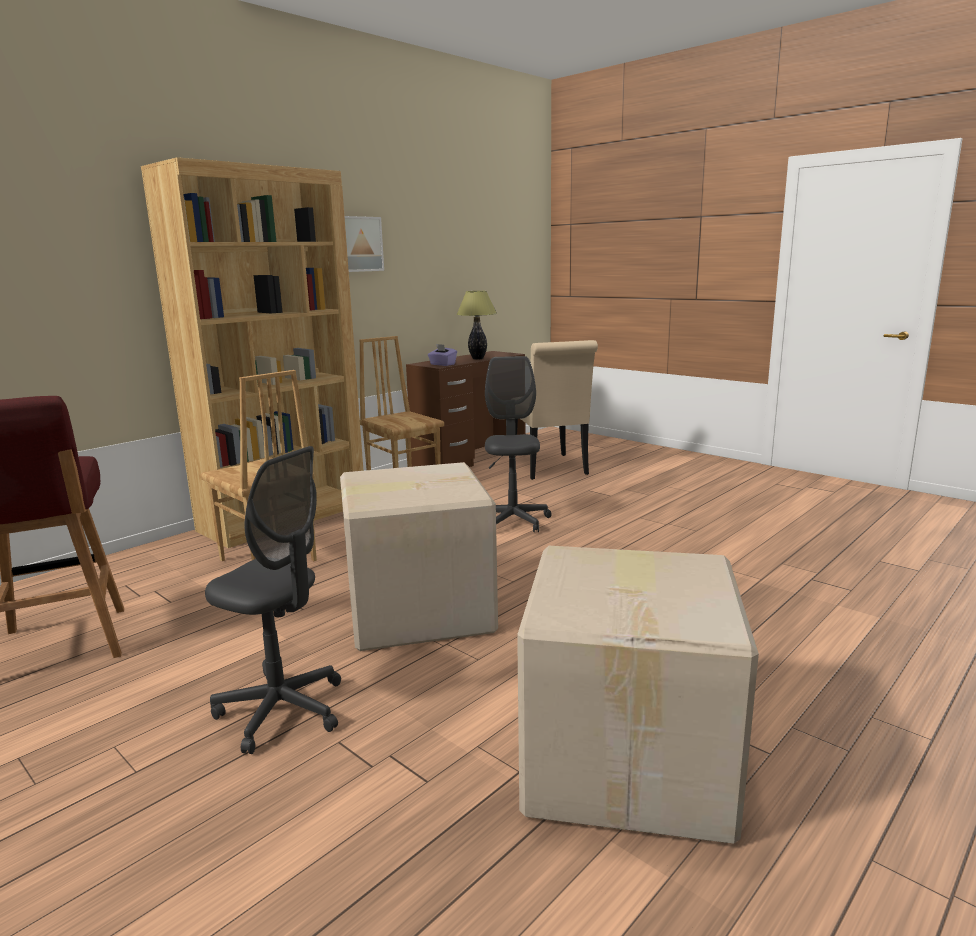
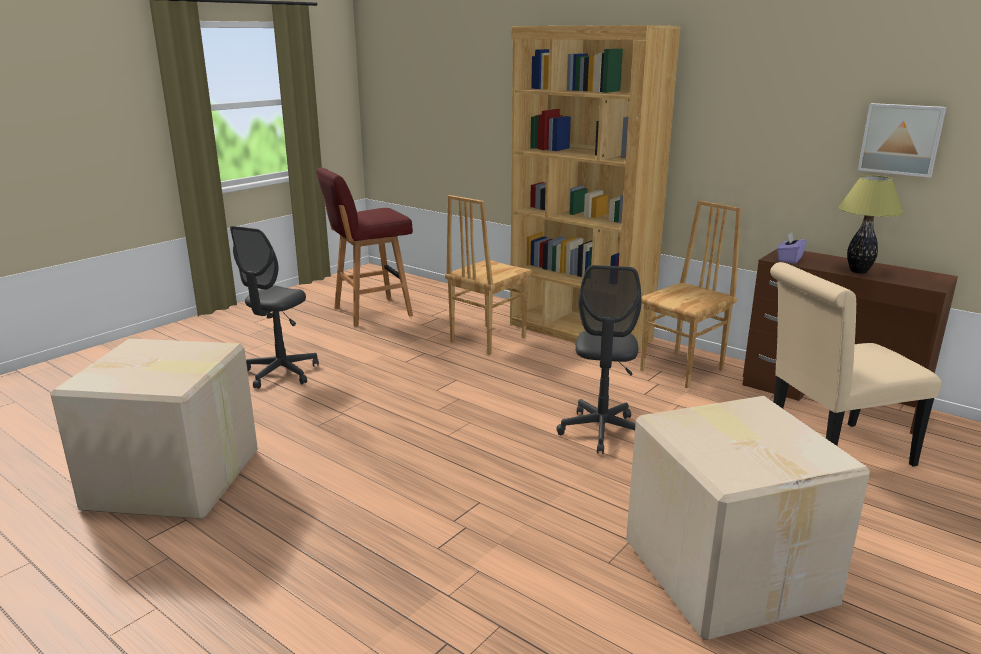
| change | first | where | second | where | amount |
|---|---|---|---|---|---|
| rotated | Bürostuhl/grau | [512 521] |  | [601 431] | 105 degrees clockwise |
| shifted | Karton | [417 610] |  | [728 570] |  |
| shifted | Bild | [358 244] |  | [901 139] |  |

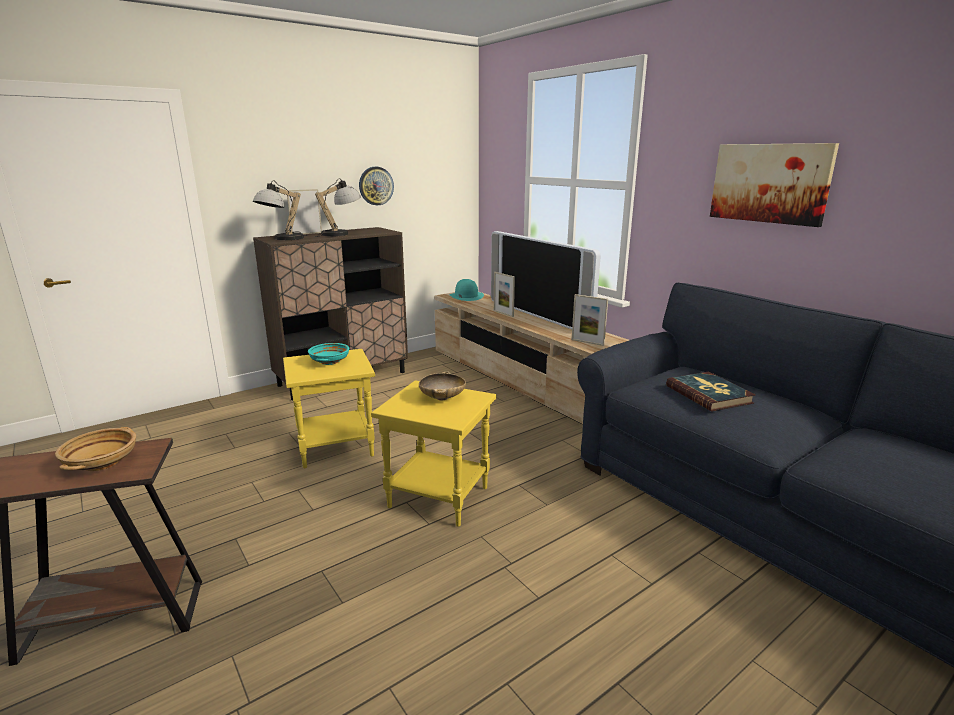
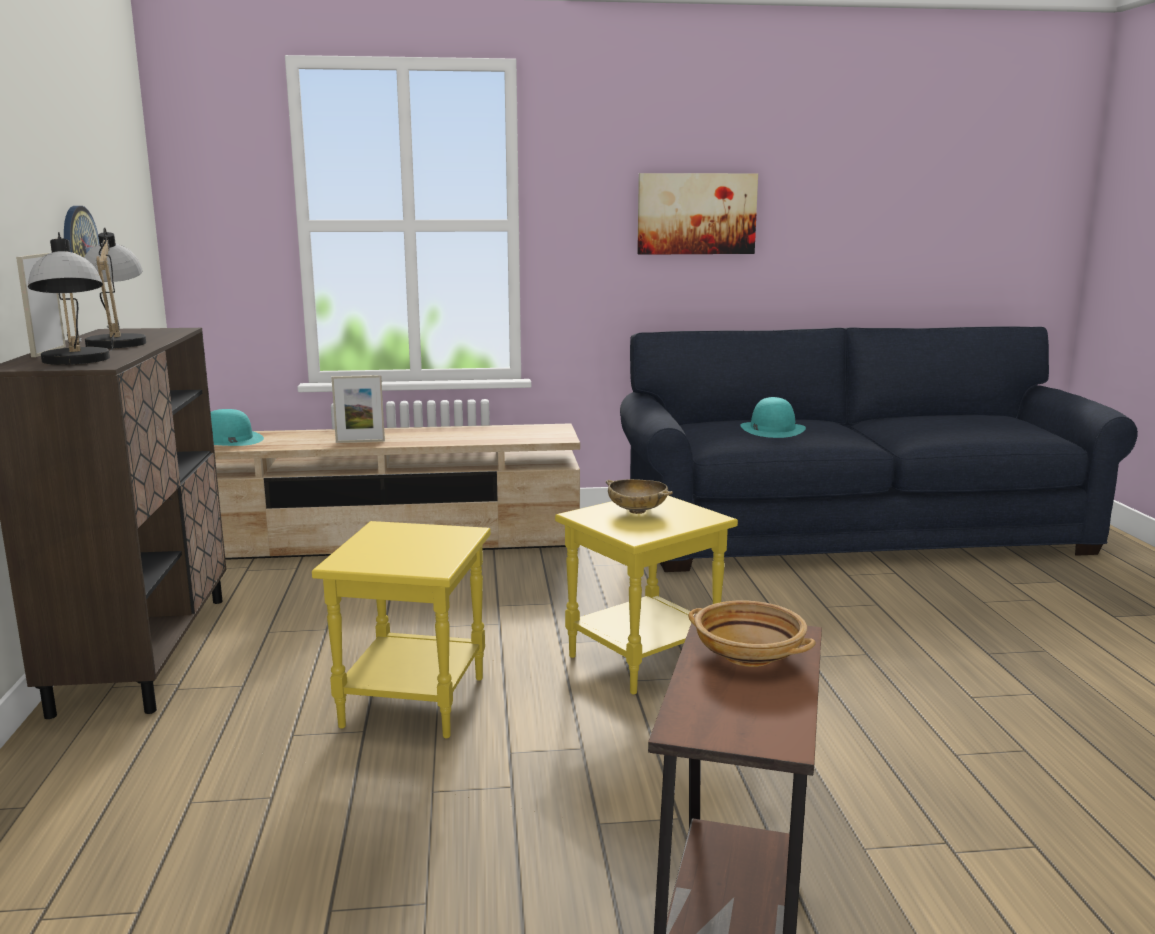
| change | first | where | second | where | amount |
|---|---|---|---|---|---|
| swapped | Buch | [709 394] | Hut/türkis | [772 429] |  |
| gone | Schüssel/türkis | [330 361] |  |  |  |
| gone | Fernseher | [541 315] |  |  |  |
| gone | Bilderrahmen | [587 342] |  |  |  |

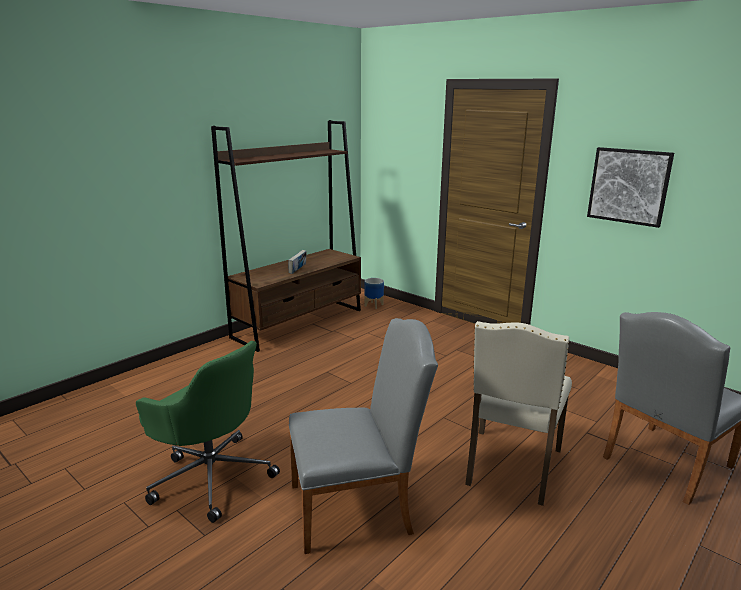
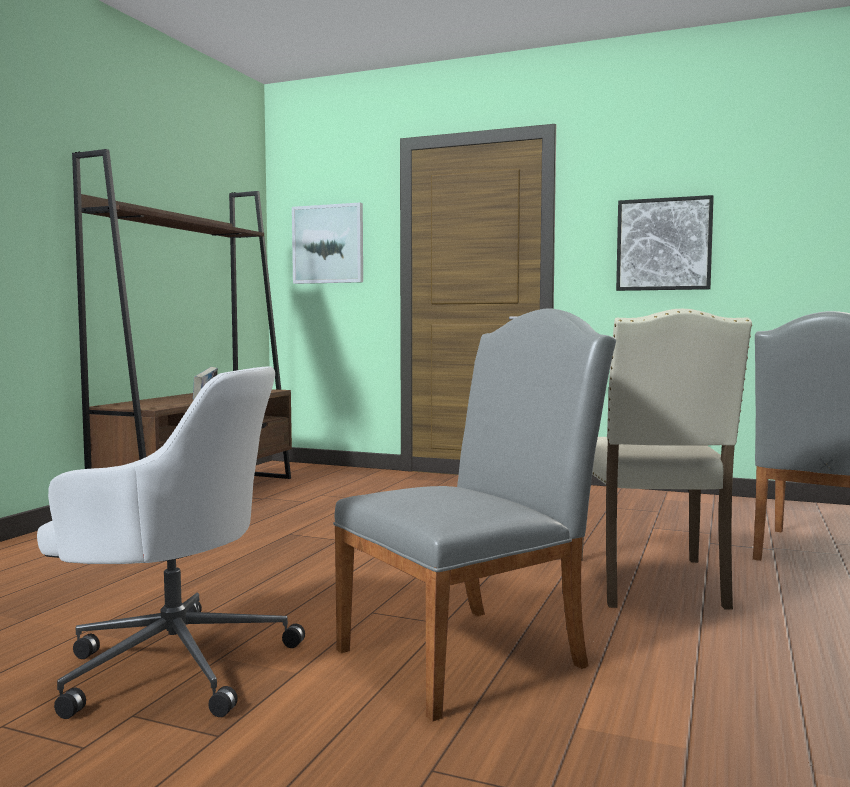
| change | first | where | second | where | amount |
|---|---|---|---|---|---|
| repainted | Bürostuhl/grün | [211 476] | Bürostuhl/weiß | [173 663] |  |
| new |  |  | Bild | [328 244] |  |
| gone | Pflanzkübel | [373 305] |  |  |  |

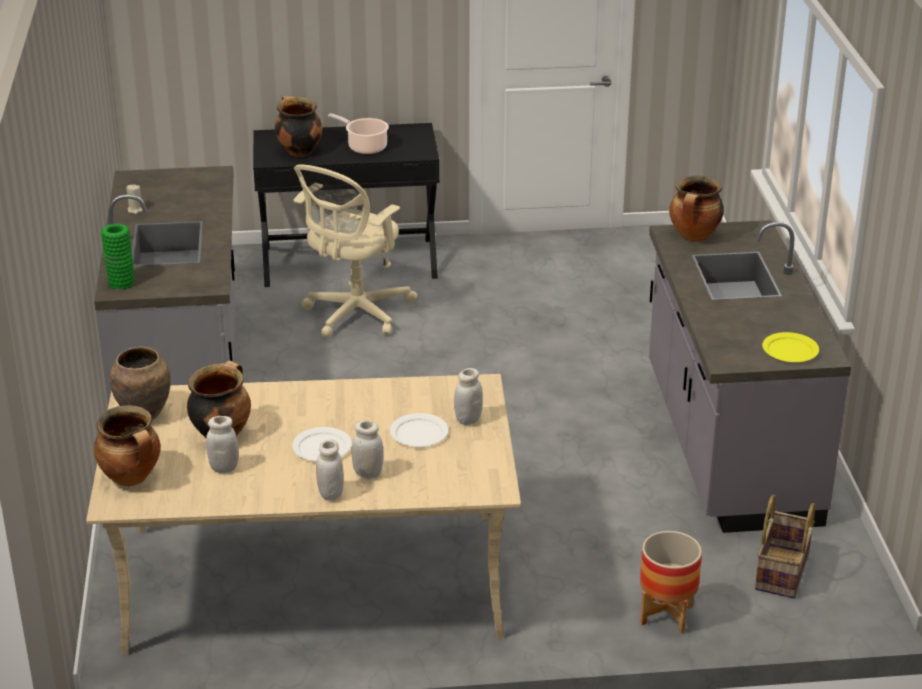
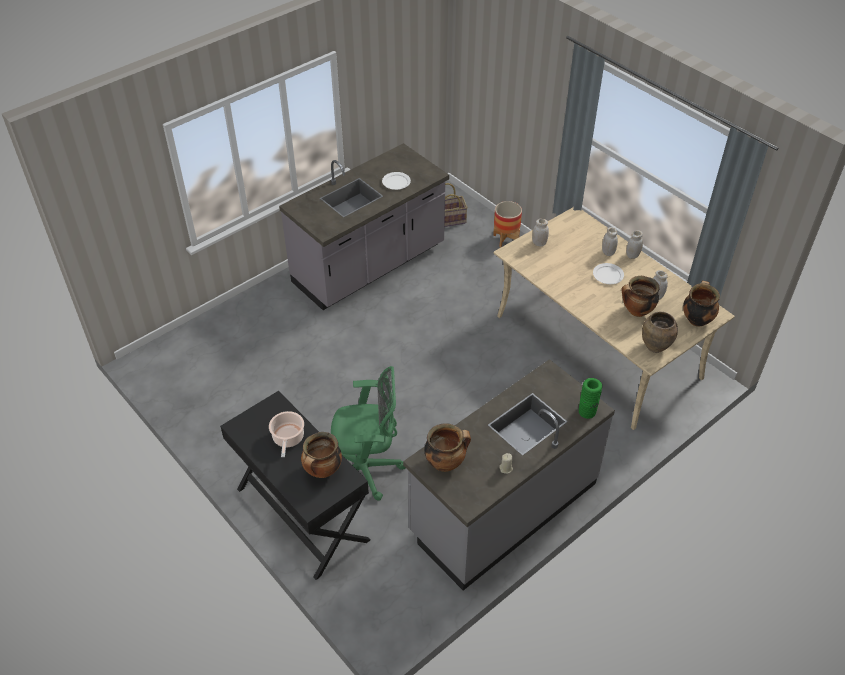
| change | first | where | second | where | amount |
|---|---|---|---|---|---|
| repainted | Bürostuhl/beige | [355 315] | Bürostuhl/grün | [367 469] |  |
| shifted | Teller/weiß | [419 433] |  | [396 182] |  |
| shifted | Kochtopf | [694 237] |  | [445 462] |  |
| gone | Teller/gelb | [789 350] |  |  |  |

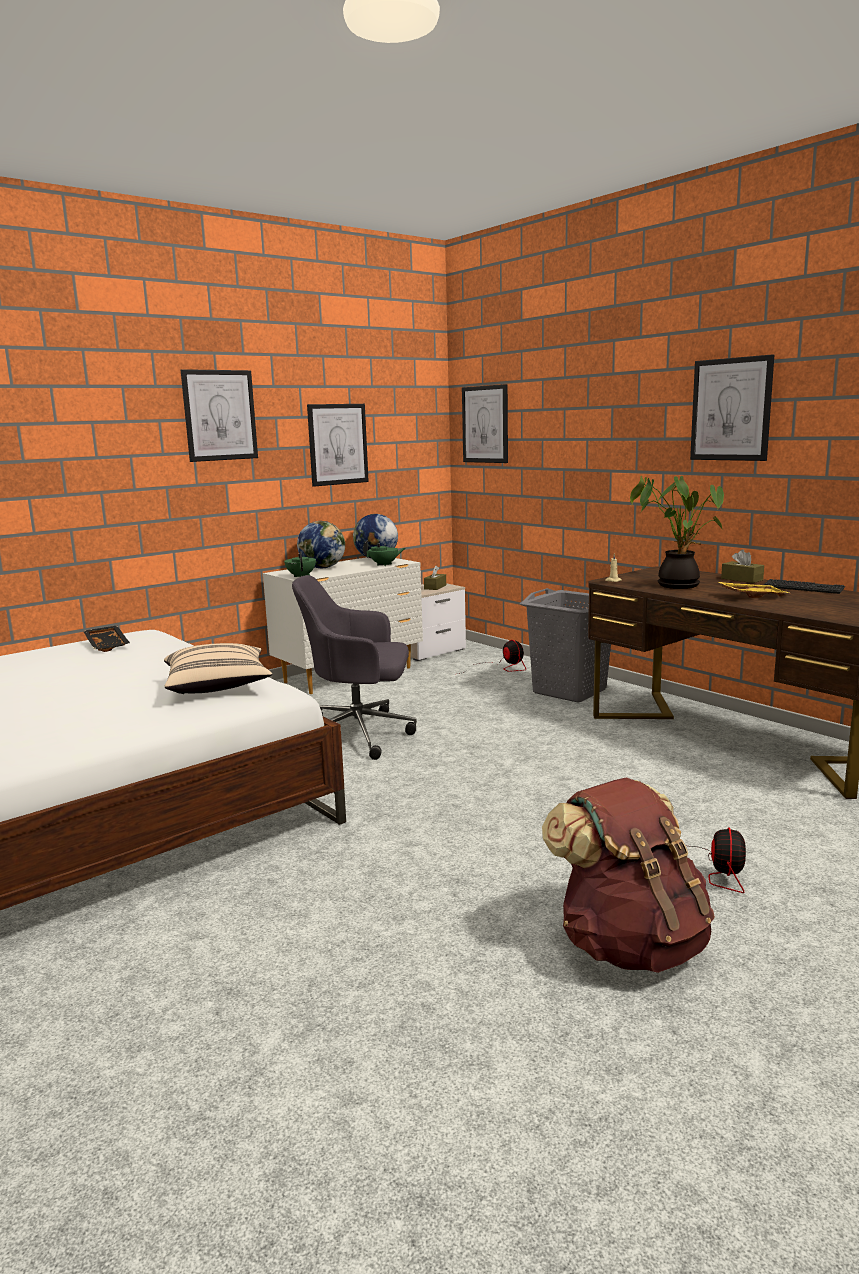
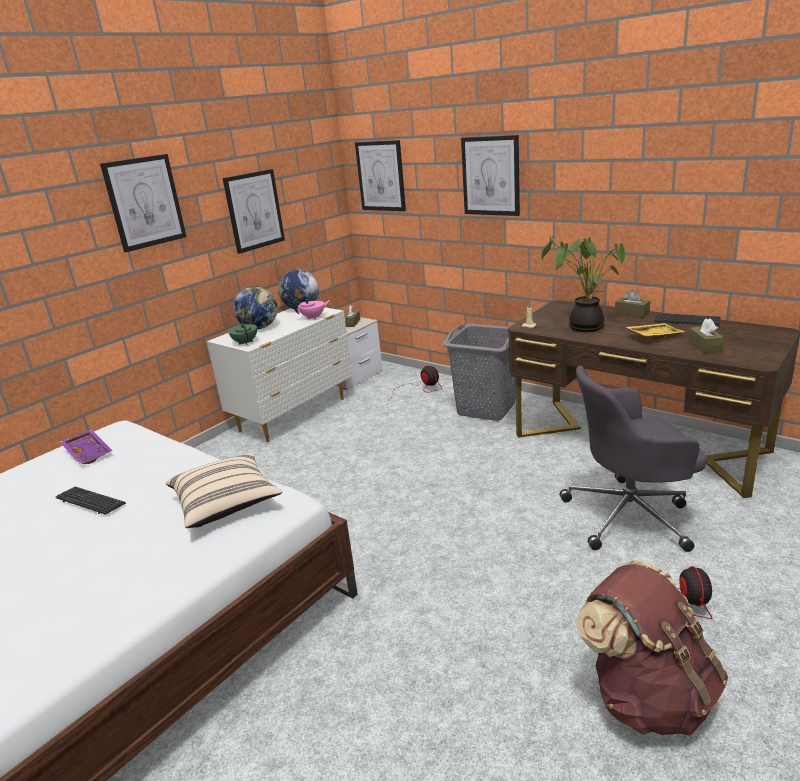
| change | first | where | second | where | amount |
|---|---|---|---|---|---|
| new |  |  | Tastatur | [90 502] |  |
| repainted | Tablett/schwarz | [108 645] | Tablett/lila | [89 453] |  |
| repainted | Teekanne/grün | [384 564] | Teekanne/rosa | [313 317] |  |
| shifted | Bild | [731 409] |  | [491 176] |  |
| shifted | Bürostuhl/grau | [359 734] |  | [630 515] |  |
| new |  |  | Taschentuchbox/braun | [704 346] |  |

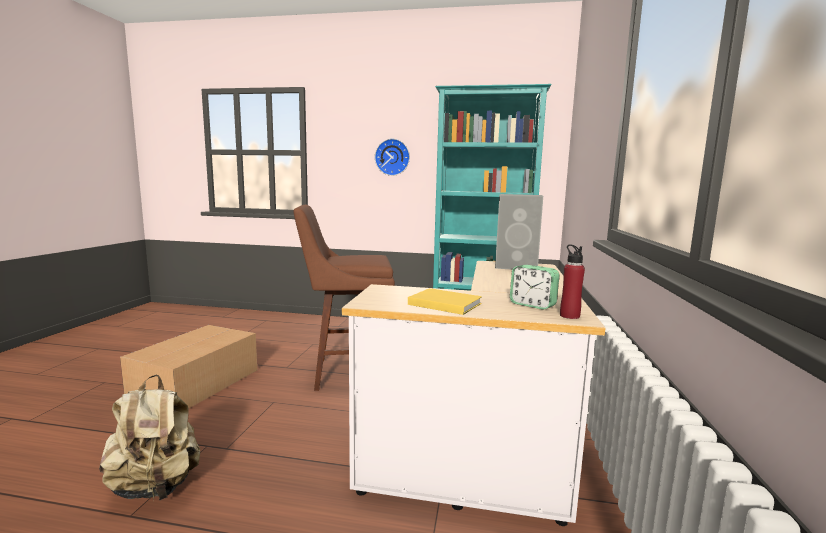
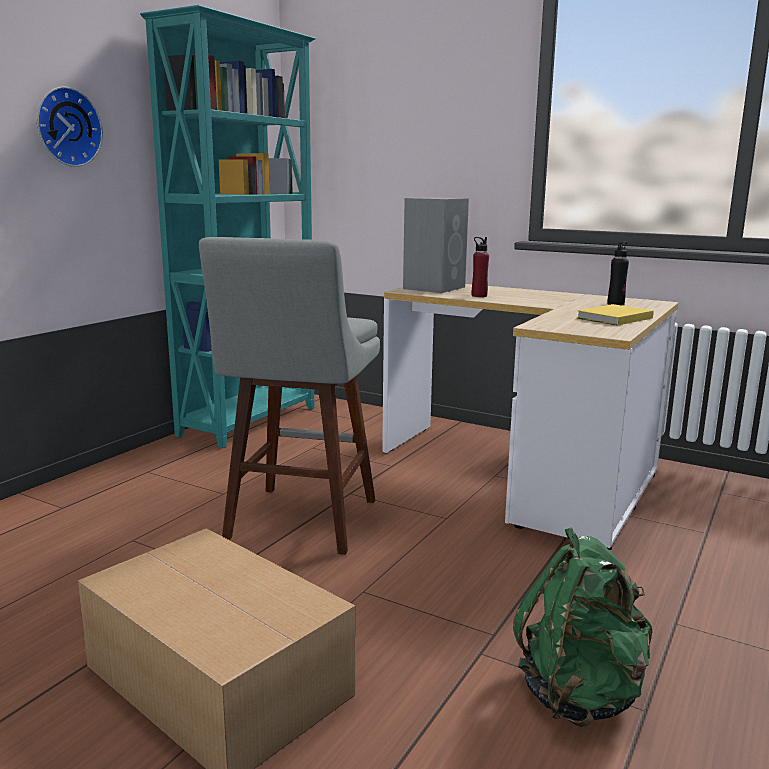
| change | first | where | second | where | amount |
|---|---|---|---|---|---|
| repainted | Hocker/braun | [346 373] | Hocker/grau | [299 524] |  |
| shifted | Flasche/rot | [569 316] |  | [479 296] |  |
| repainted | Rucksack/beige | [156 486] | Rucksack/grün | [581 693] |  |
| swapped | Wecker | [532 305] | Flasche/schwarz | [616 304] |  |

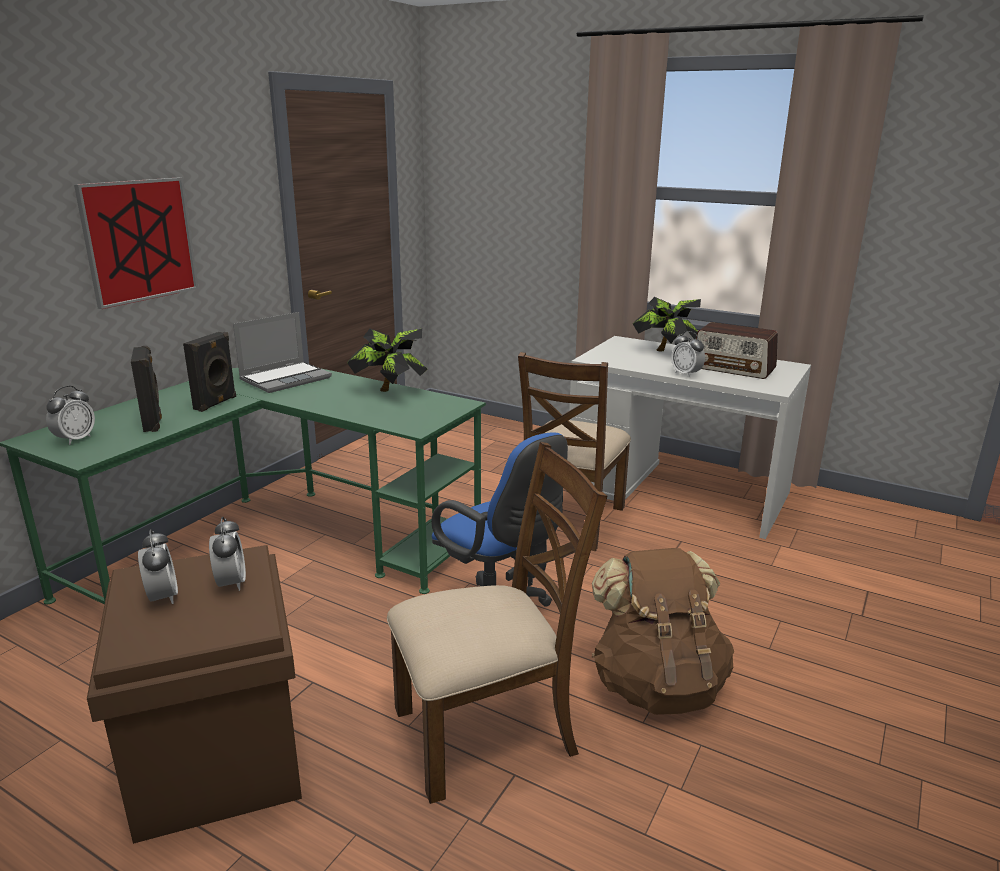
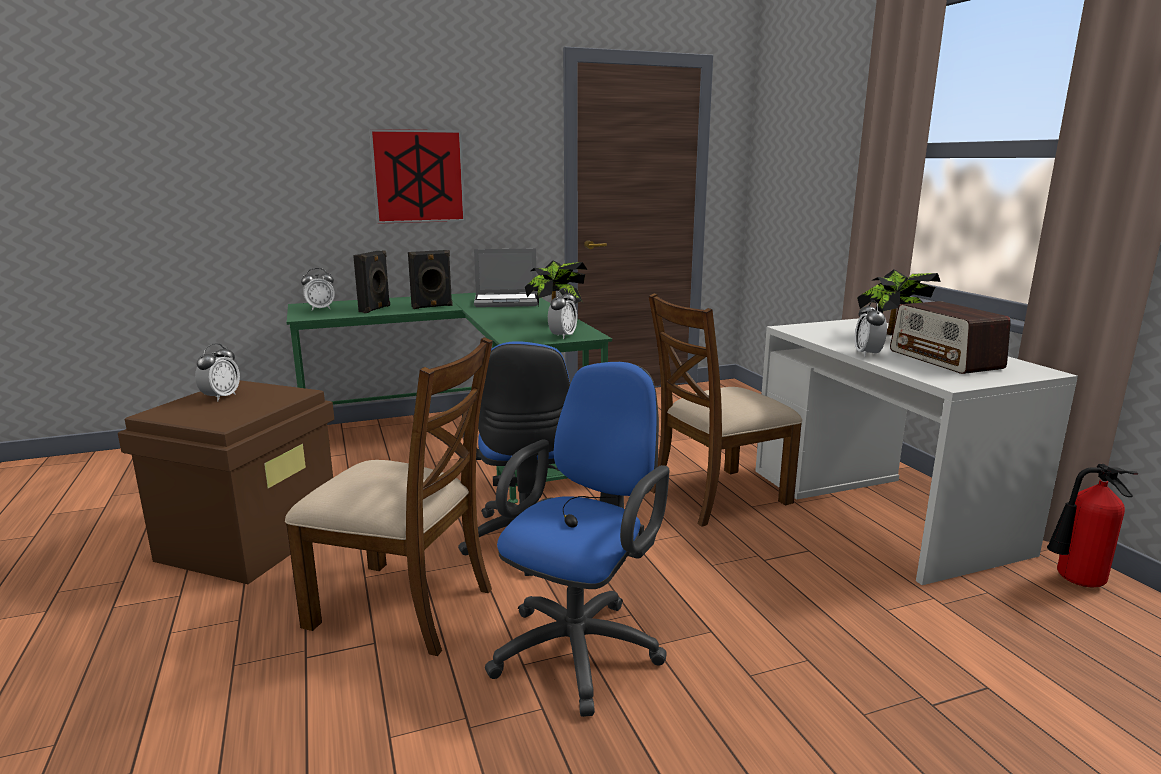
| change | first | where | second | where | amount |
|---|---|---|---|---|---|
| swapped | Rucksack/braun | [657 685] | Bürostuhl/blau | [582 646] |  |
| shifted | Wecker | [231 583] |  | [562 336] |  |
| new |  |  | Feuerlöscher | [1075 582] |  |

